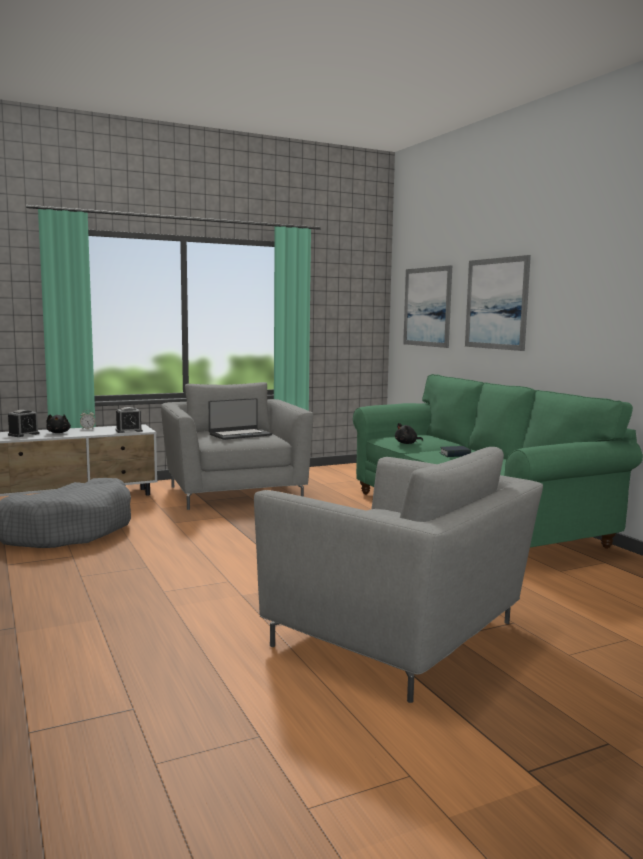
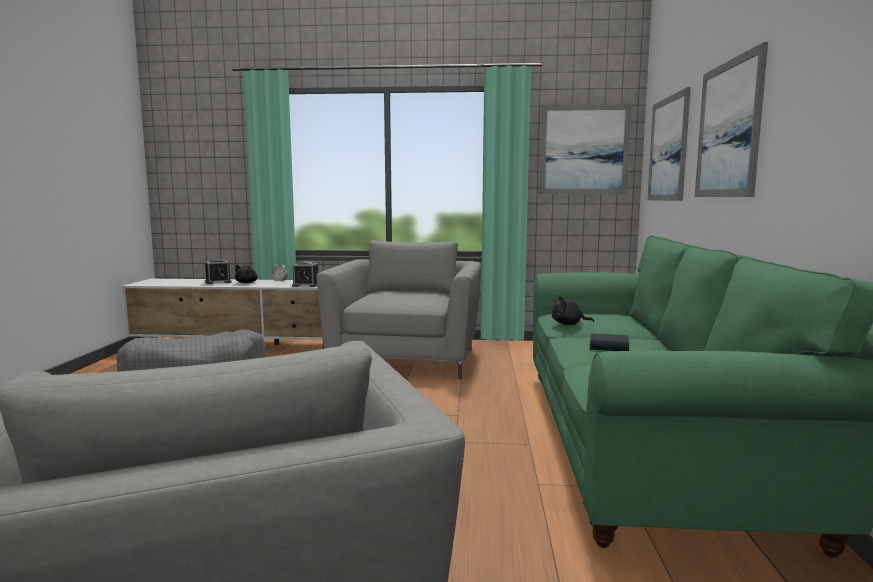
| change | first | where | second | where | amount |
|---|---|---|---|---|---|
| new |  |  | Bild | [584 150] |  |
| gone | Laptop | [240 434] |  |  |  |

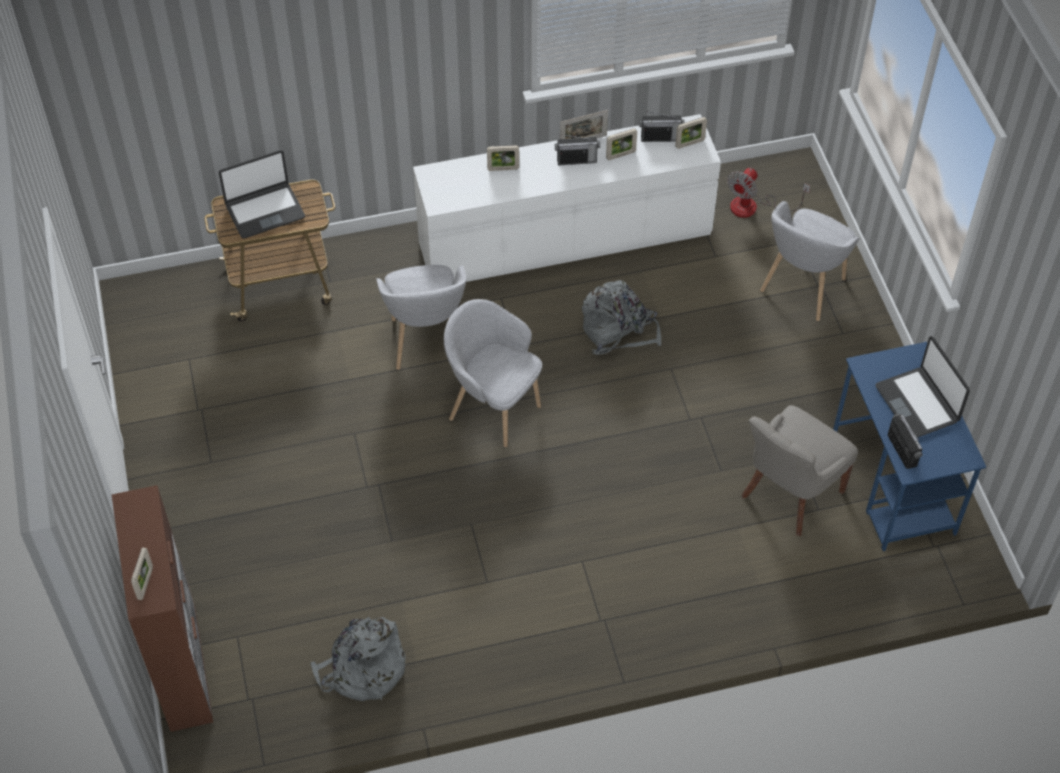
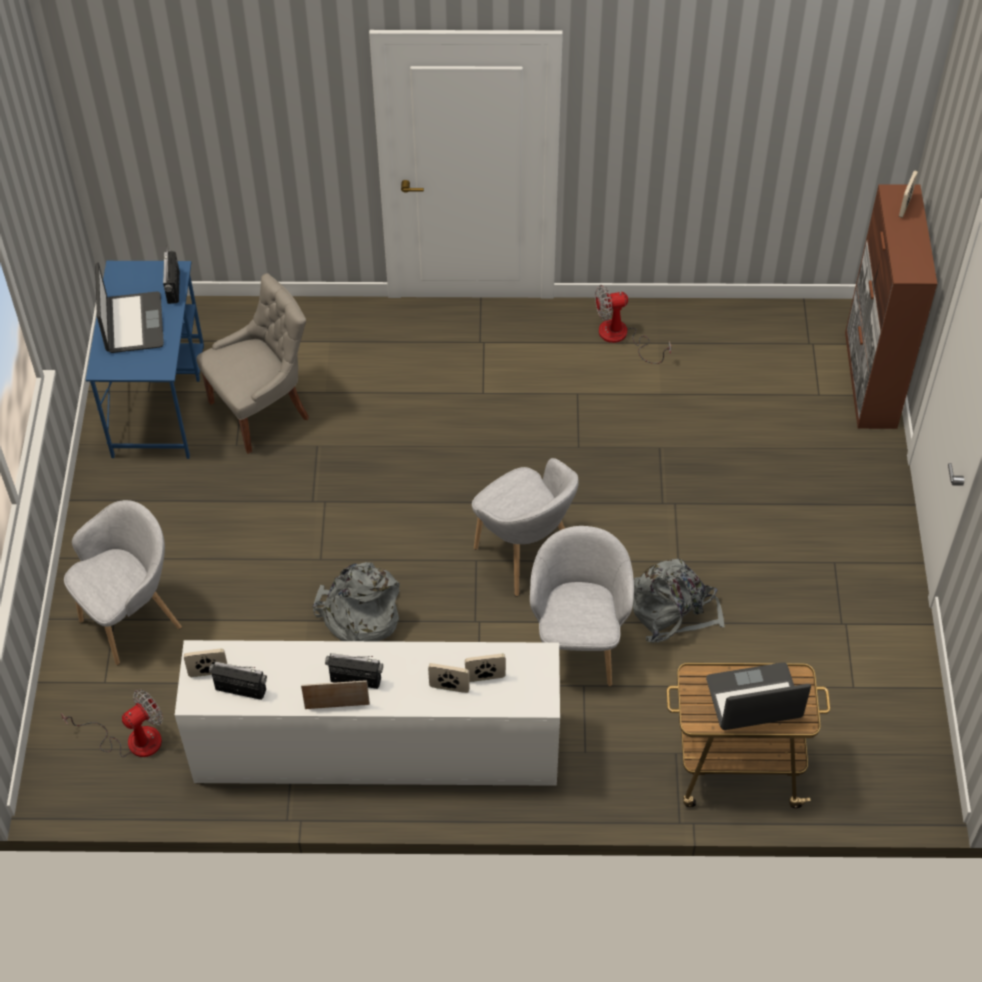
| change | first | where | second | where | amount |
|---|---|---|---|---|---|
| shifted | Bilderrahmen | [620 155] |  | [485 678] |  |
| new |  |  | Ventilator | [622 337] |  |
| shifted | Rucksack/grau | [362 670] |  | [673 611] |  |

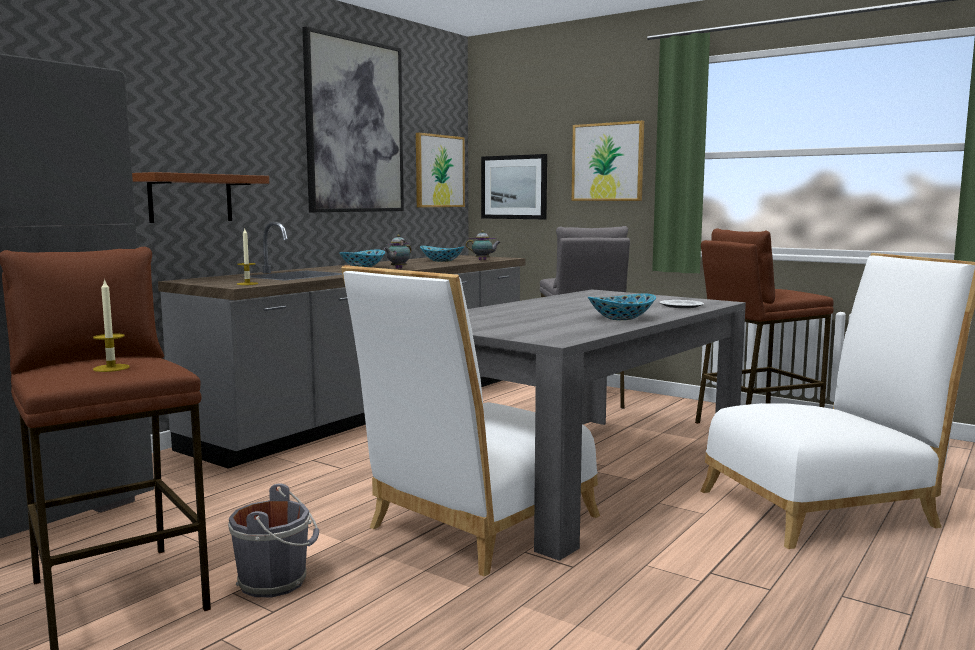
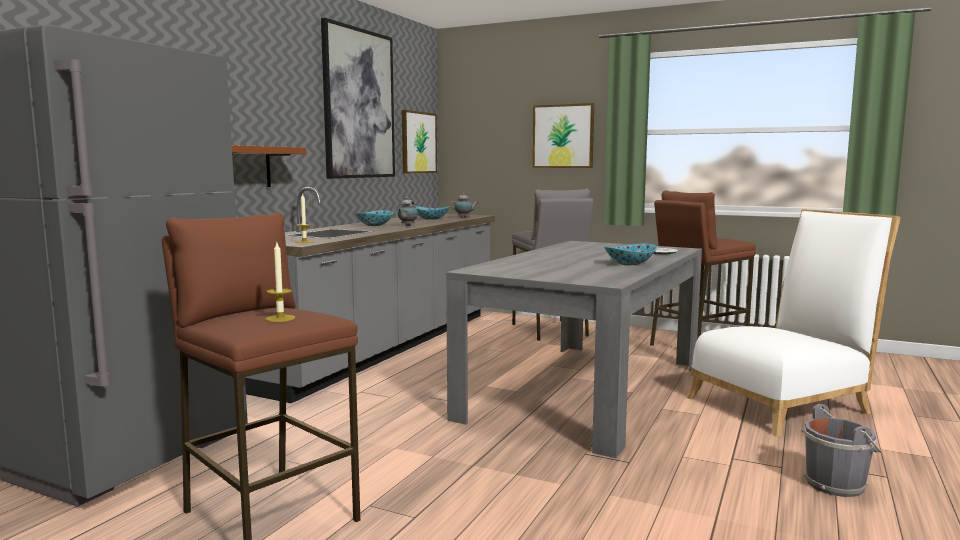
| change | first | where | second | where | amount |
|---|---|---|---|---|---|
| shifted | Eimer/grau | [276 581] |  | [837 484] |  |
| gone | Stuhl/weiß | [475 526] |  |  |  |
| gone | Bild | [514 187] |  |  |  |

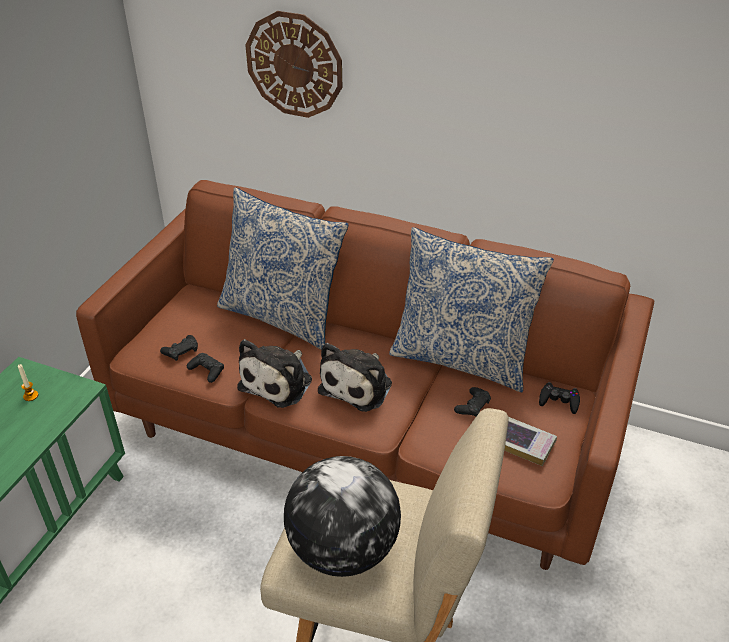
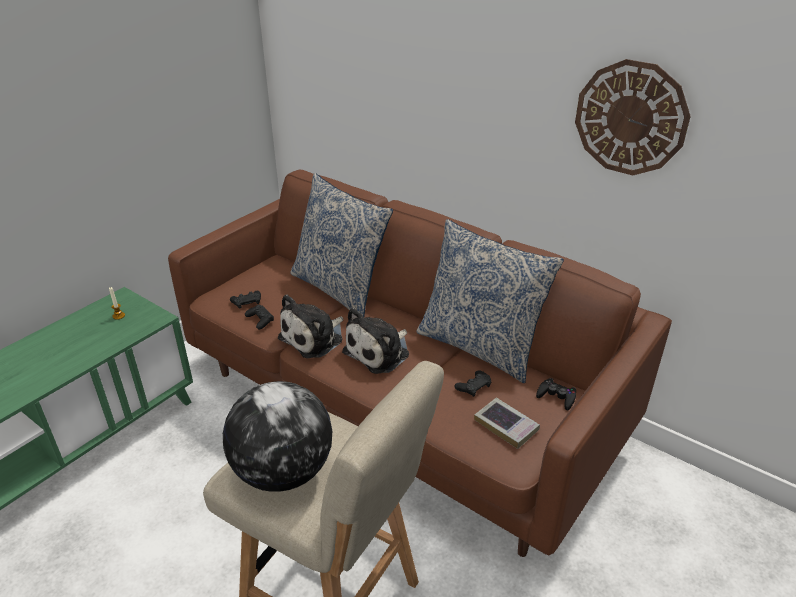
| change | first | where | second | where | amount |
|---|---|---|---|---|---|
| shifted | Wanduhr | [294 65] |  | [630 118] |  |

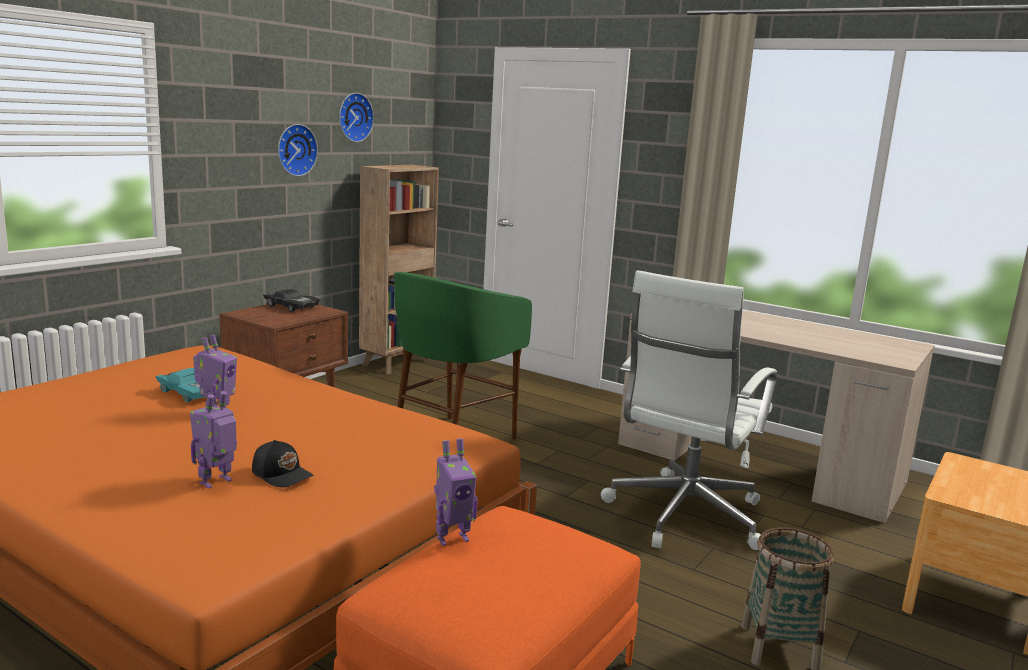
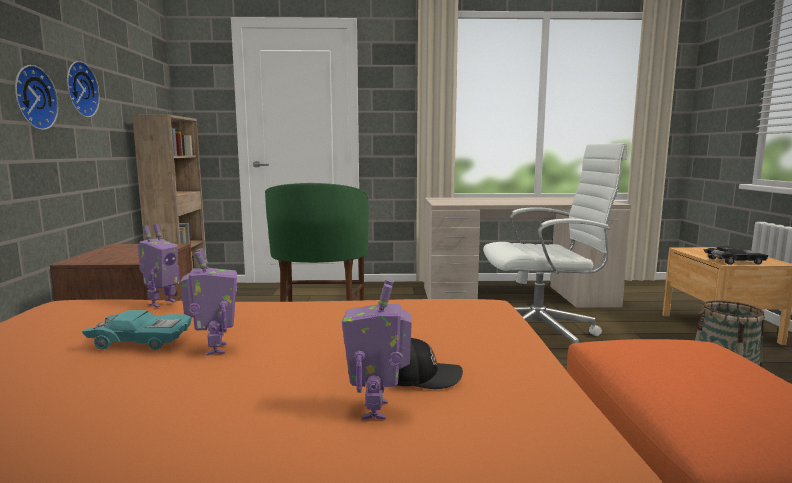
| change | first | where | second | where | amount |
|---|---|---|---|---|---|
| shifted | Wanduhr | [353 117] |  | [32 98] |  |
| shifted | Spielzeugroboter | [452 538] |  | [161 303] |  |
| rotated | Bürostuhl/weiß | [683 516] |  | [542 336] | 90 degrees counterclockwise |
| shifted | Spielzeugauto/schwarz | [291 306] |  | [734 261] |  |

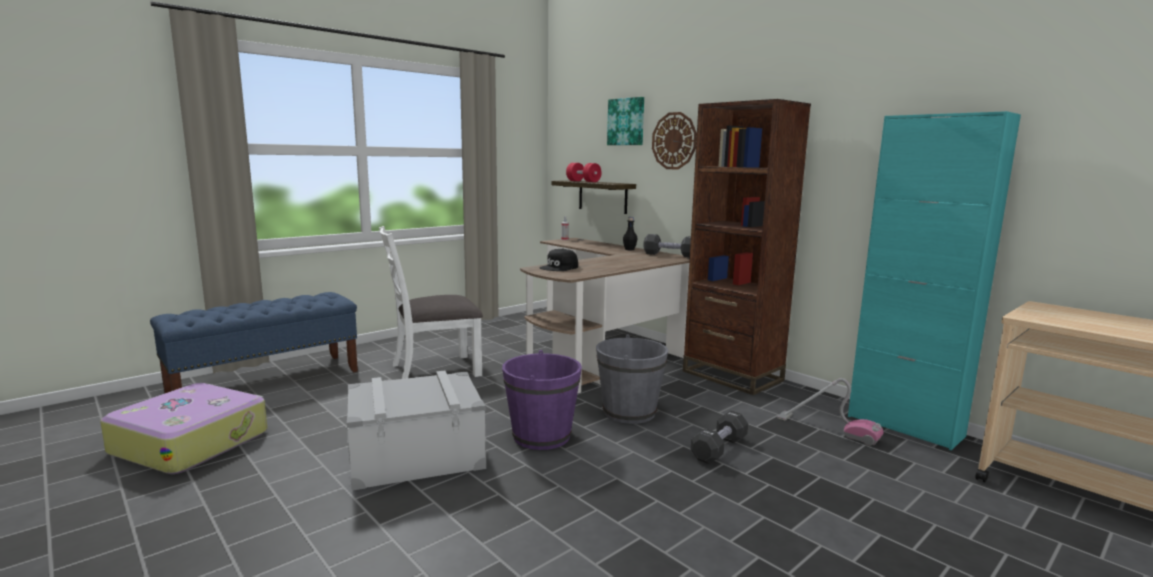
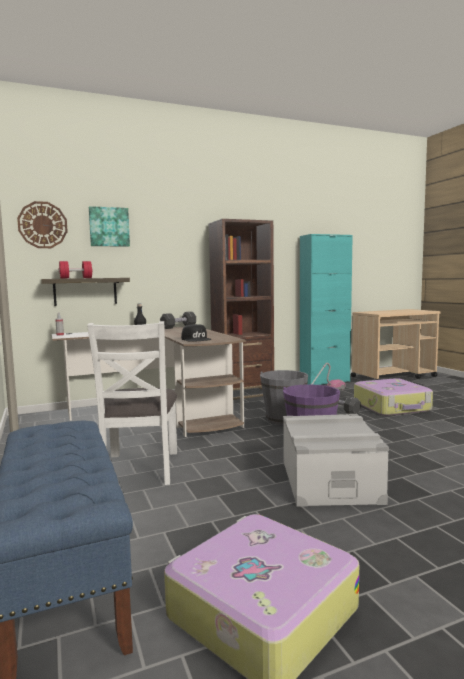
| change | first | where | second | where | amount |
|---|---|---|---|---|---|
| shifted | Wanduhr | [674 141] |  | [42 225] |  |
| new |  |  | Koffer | [392 406] |  |

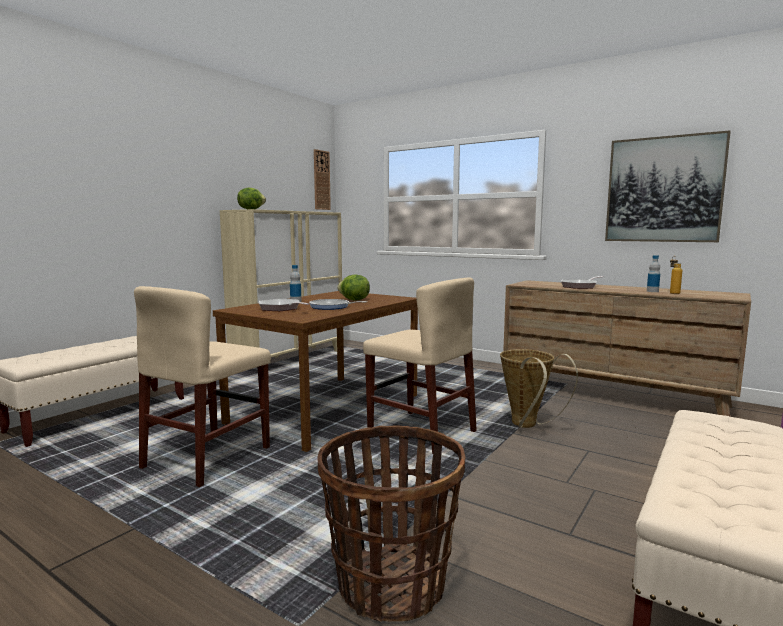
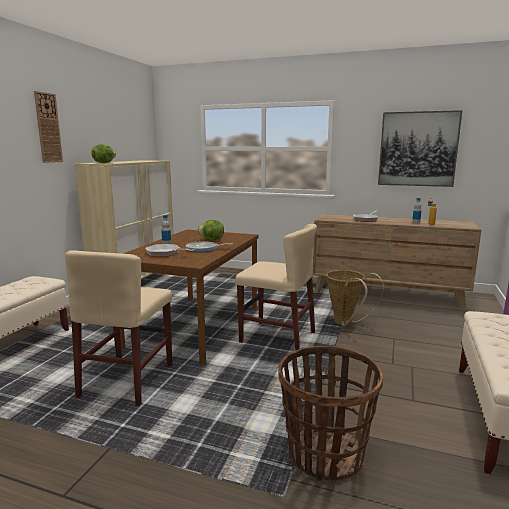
| change | first | where | second | where | amount |
|---|---|---|---|---|---|
| shifted | Wanduhr | [321 180] |  | [48 128] |  |

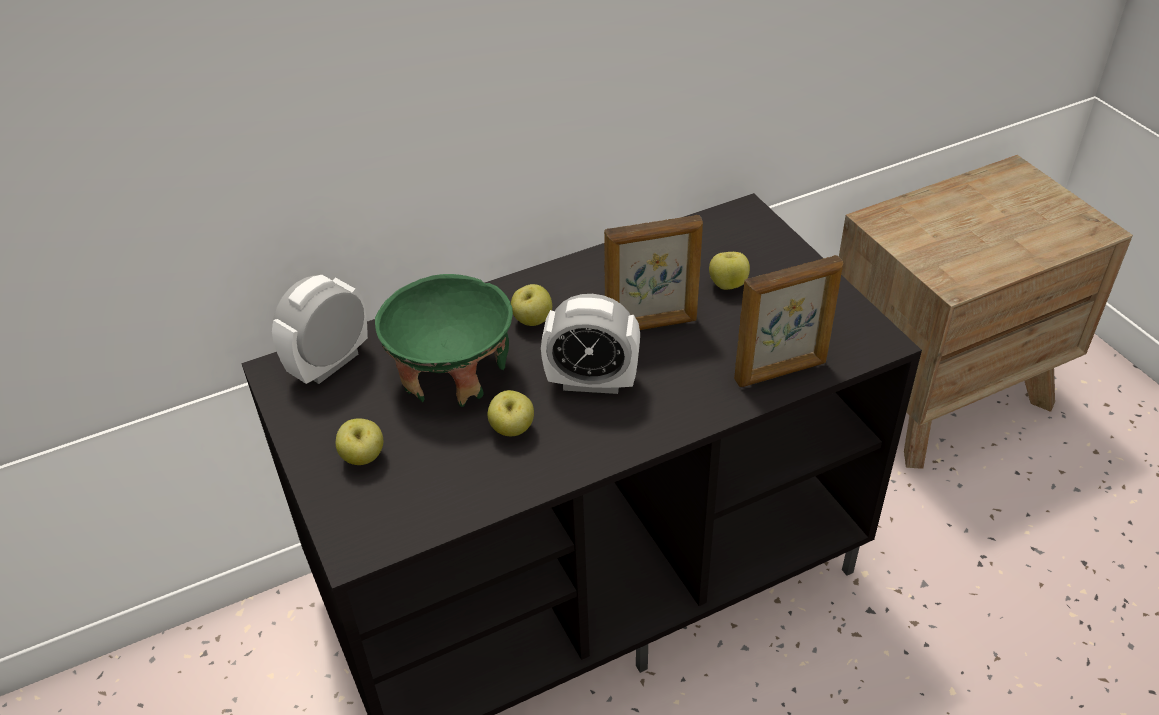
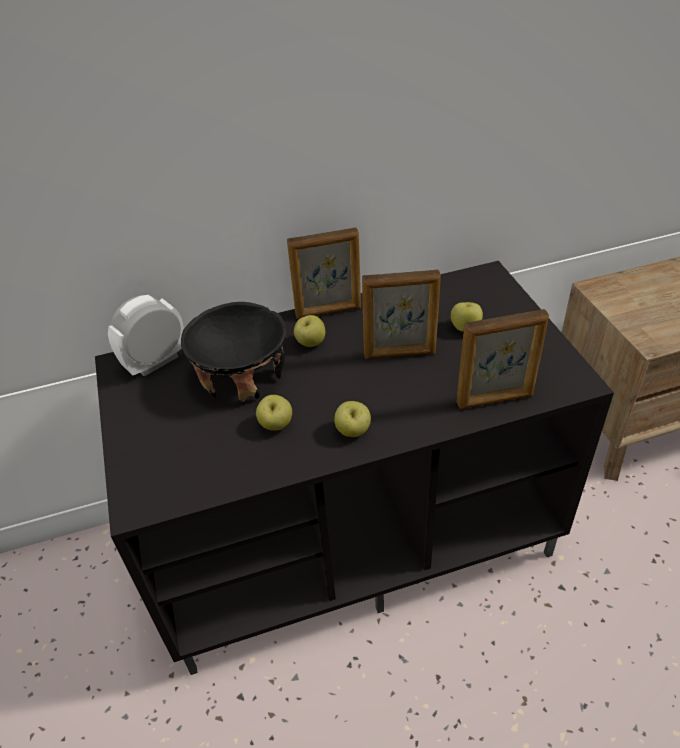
| change | first | where | second | where | amount |
|---|---|---|---|---|---|
| repainted | Schüssel/grün | [451 373] | Schüssel/schwarz | [241 377] |  |
| new |  |  | Bilderrahmen | [328 311] |  |
| shifted | Apfel | [363 457] |  | [353 431] |  |
| gone | Wecker | [592 382] |  |  |  |

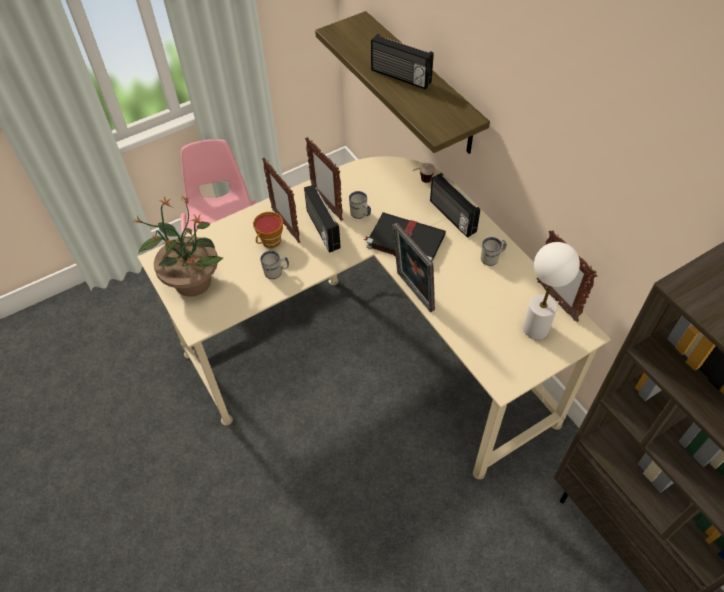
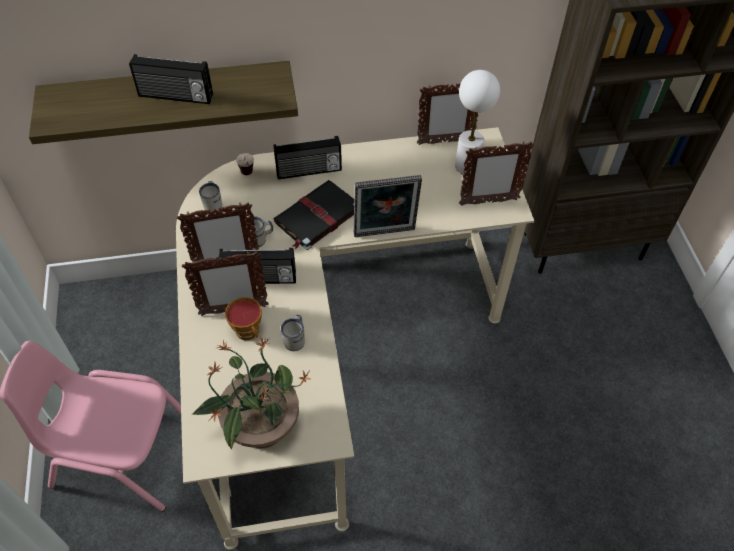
| change | first | where | second | where | amount |
|---|---|---|---|---|---|
| rotated | Radio | [400 77] |  | [175 96] | 45 degrees clockwise |
| shifted | Henkelbecher/weiß | [492 258] |  | [213 204] |  |
| new |  |  | Bilderrahmen | [488 202] |  |

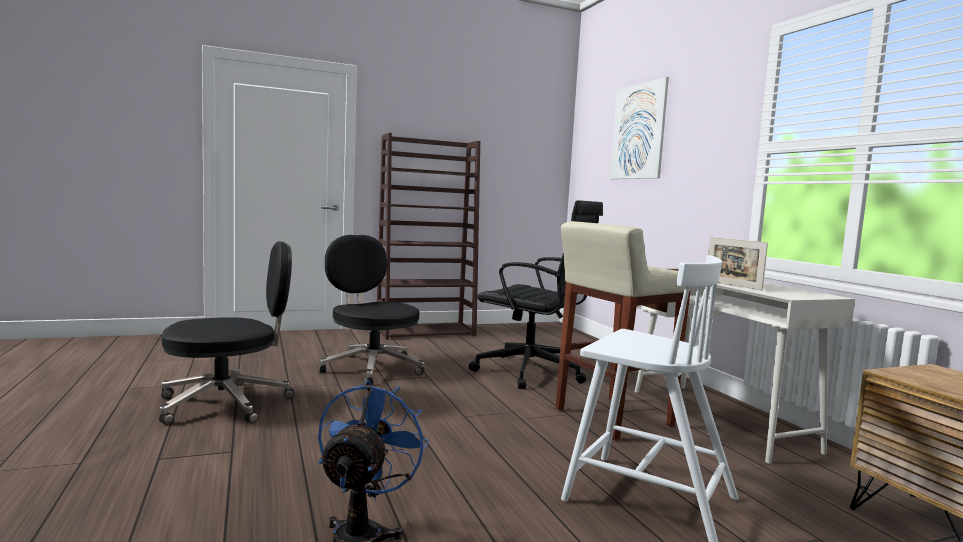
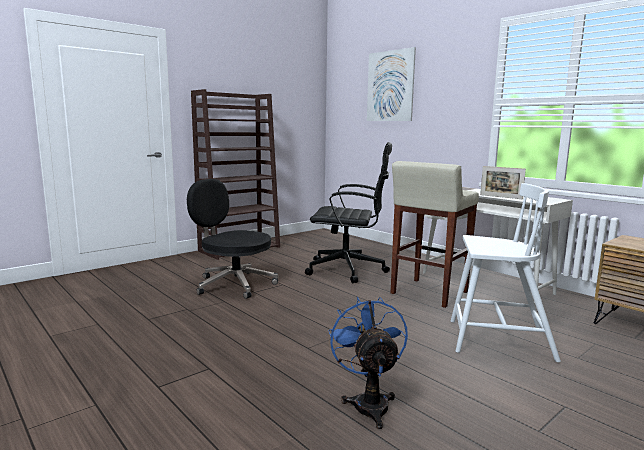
| change | first | where | second | where | amount |
|---|---|---|---|---|---|
| gone | Bürostuhl/schwarz | [228 403] |  |  |  |

